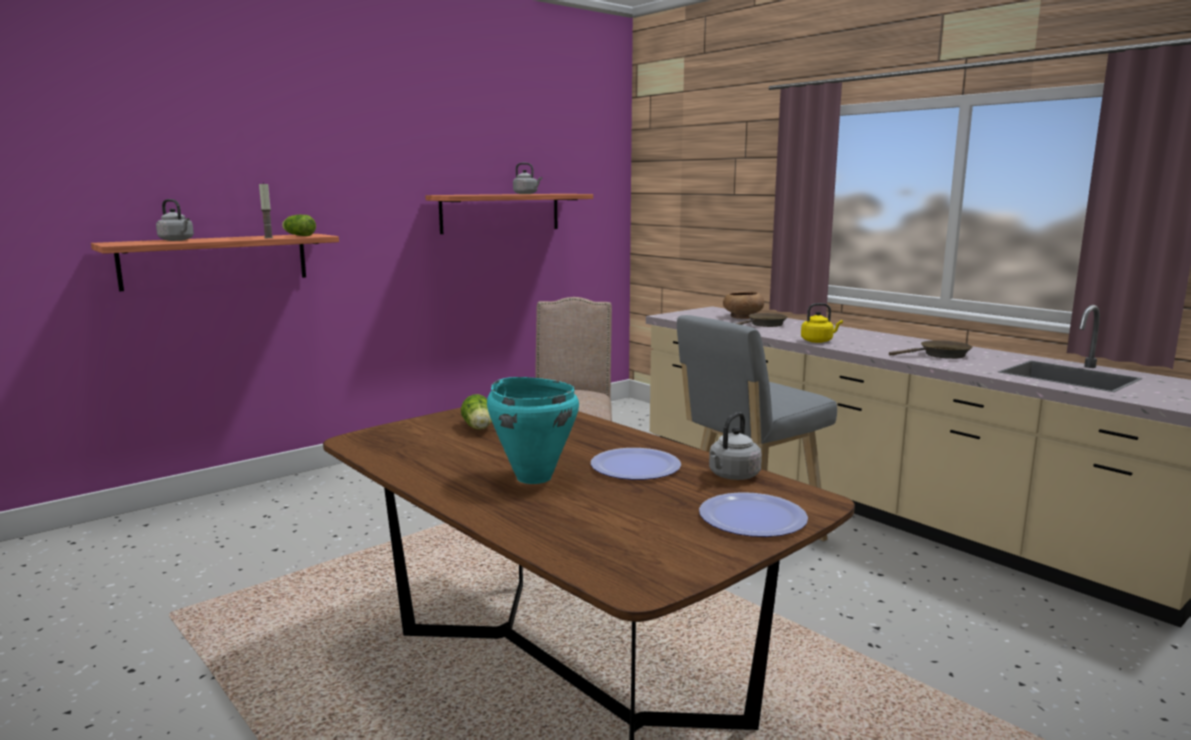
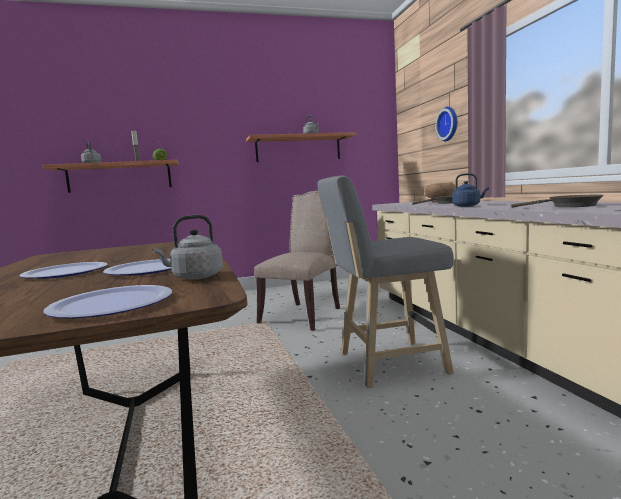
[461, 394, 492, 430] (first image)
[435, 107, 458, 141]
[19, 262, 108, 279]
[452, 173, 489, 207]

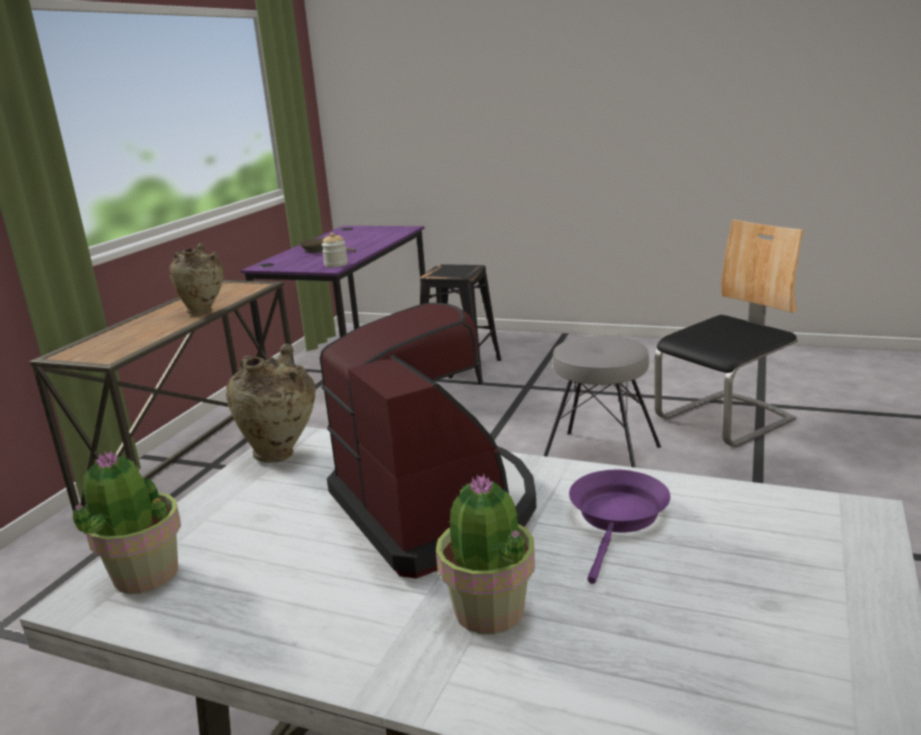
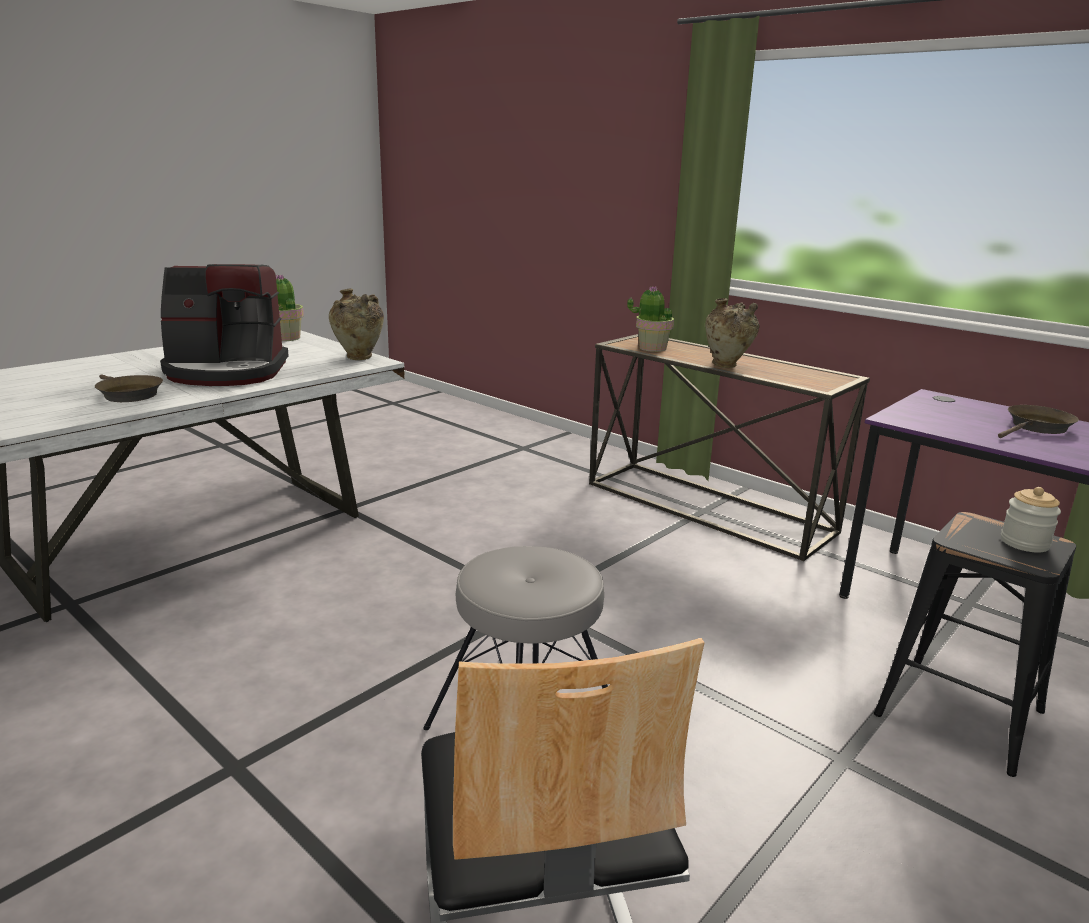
[1001, 487, 1061, 553]
[627, 286, 674, 352]
[95, 375, 163, 402]

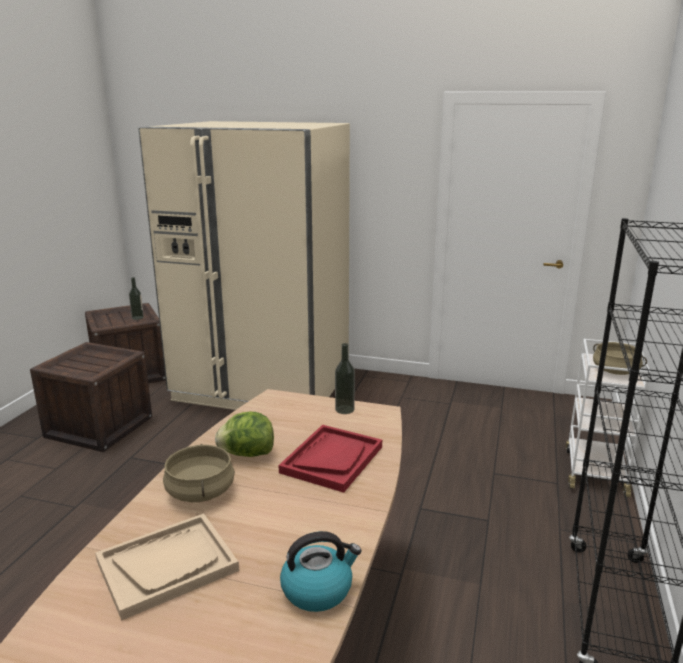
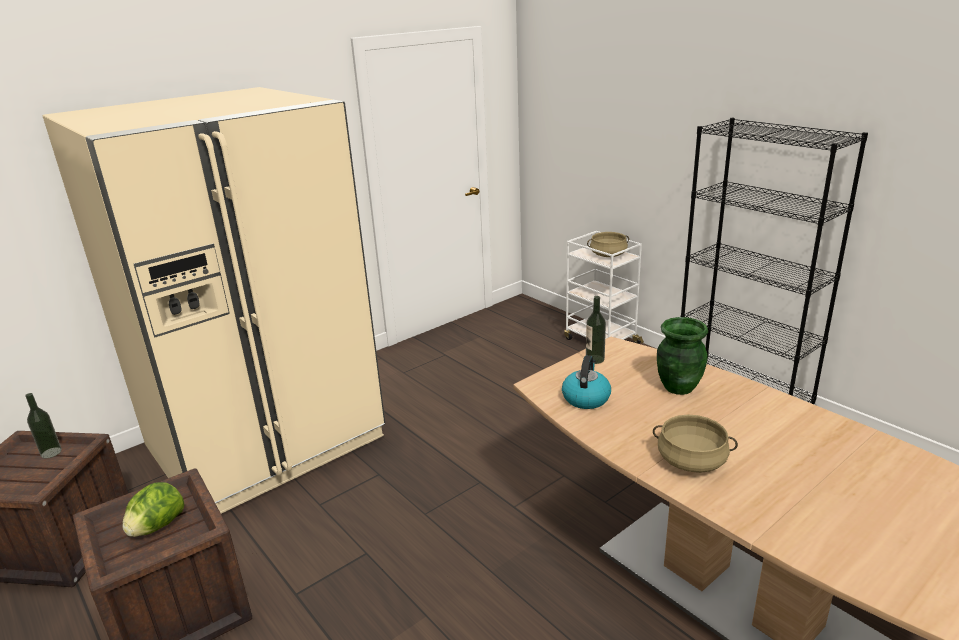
[95, 513, 239, 621] (first image)
[122, 482, 184, 537]
[562, 355, 611, 409]
[657, 317, 708, 395]

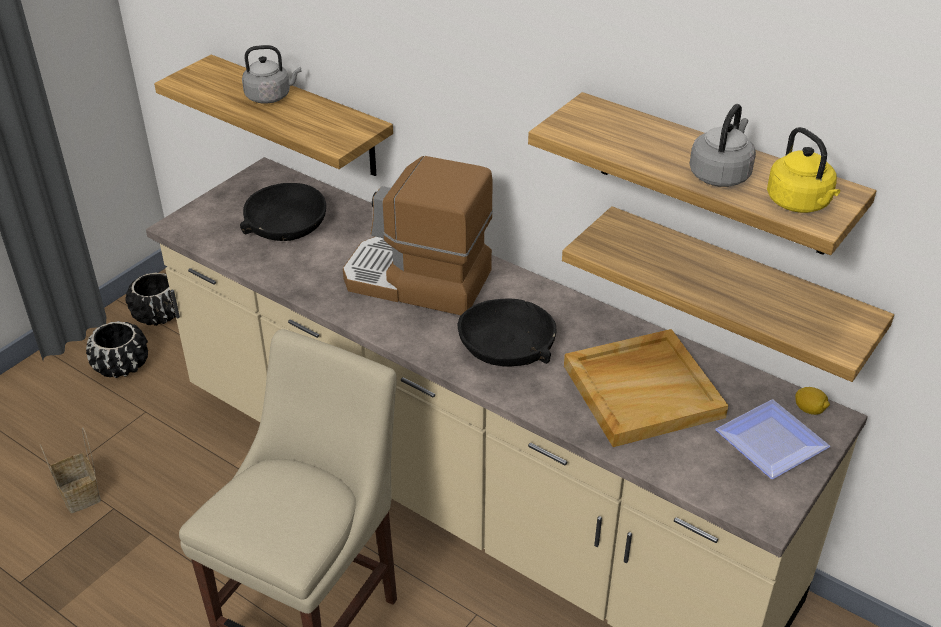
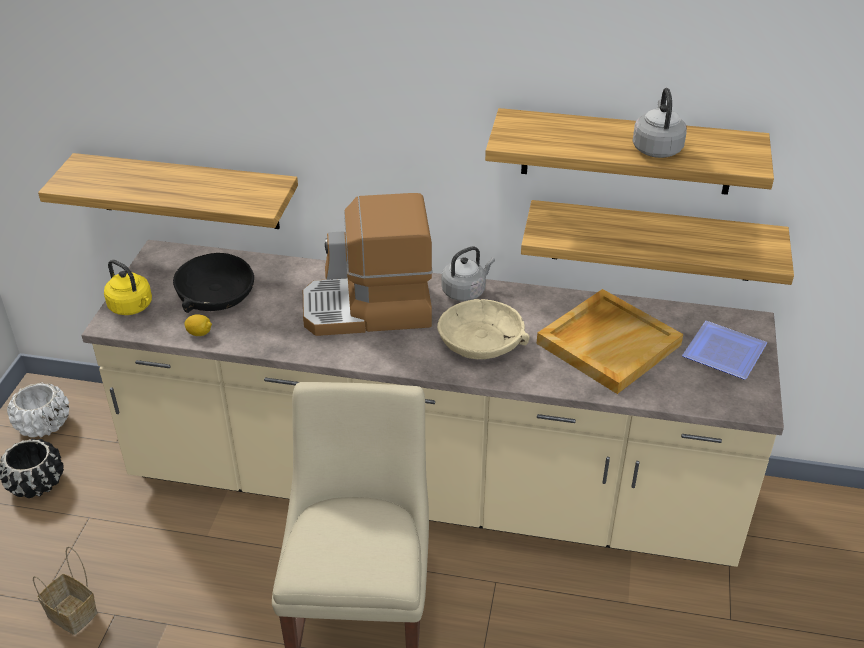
[442, 246, 495, 301]
[104, 260, 152, 315]
[184, 314, 212, 336]
[7, 383, 69, 437]
[437, 299, 530, 359]

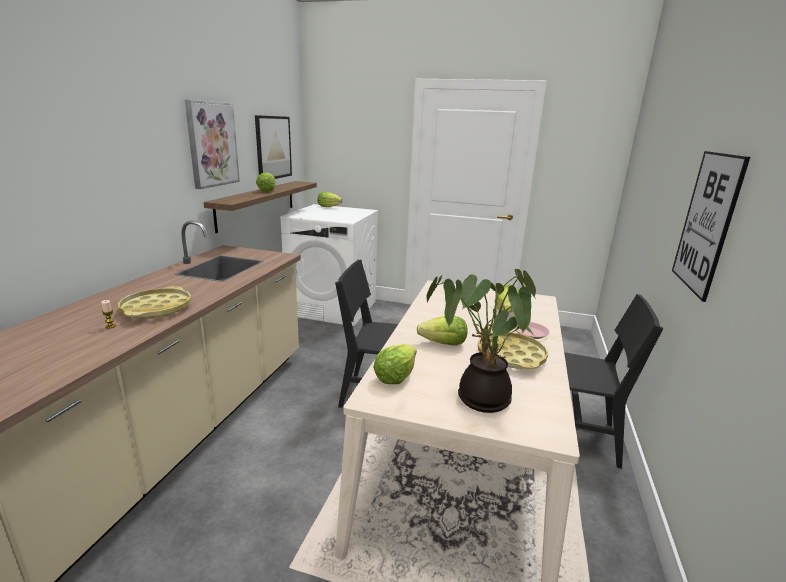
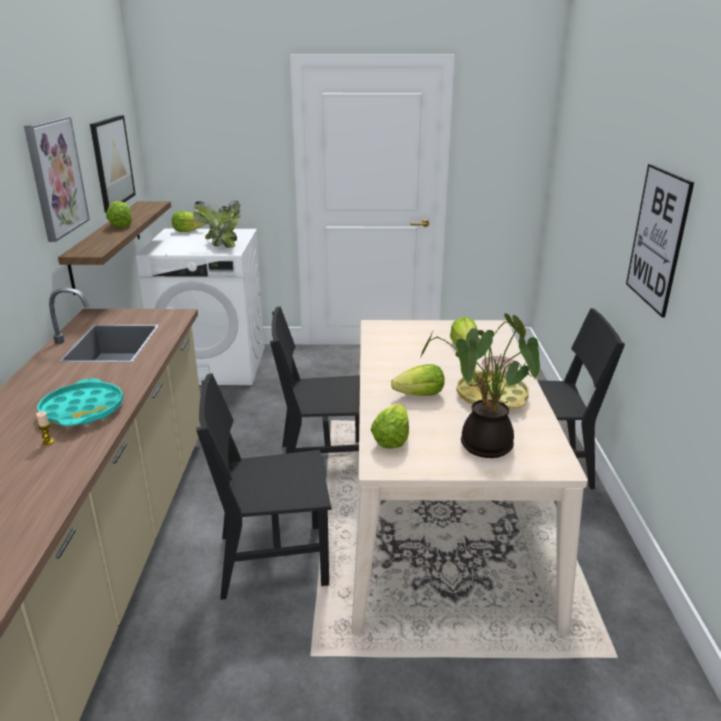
[193, 201, 241, 248]
[196, 373, 331, 600]
[37, 378, 123, 426]

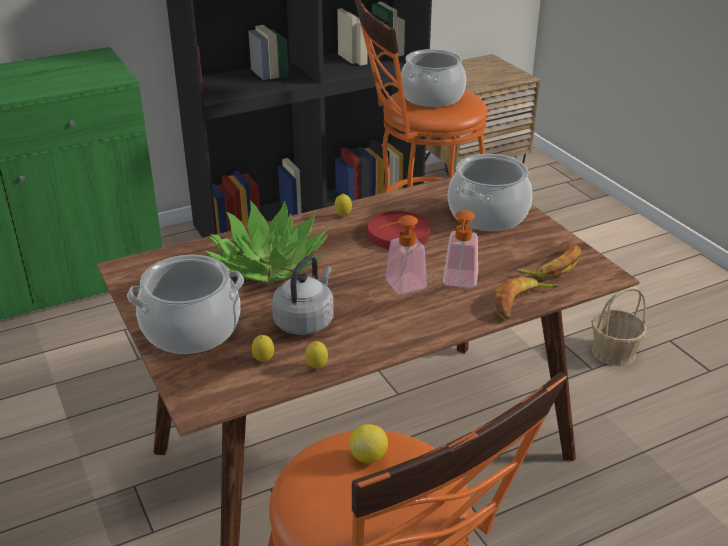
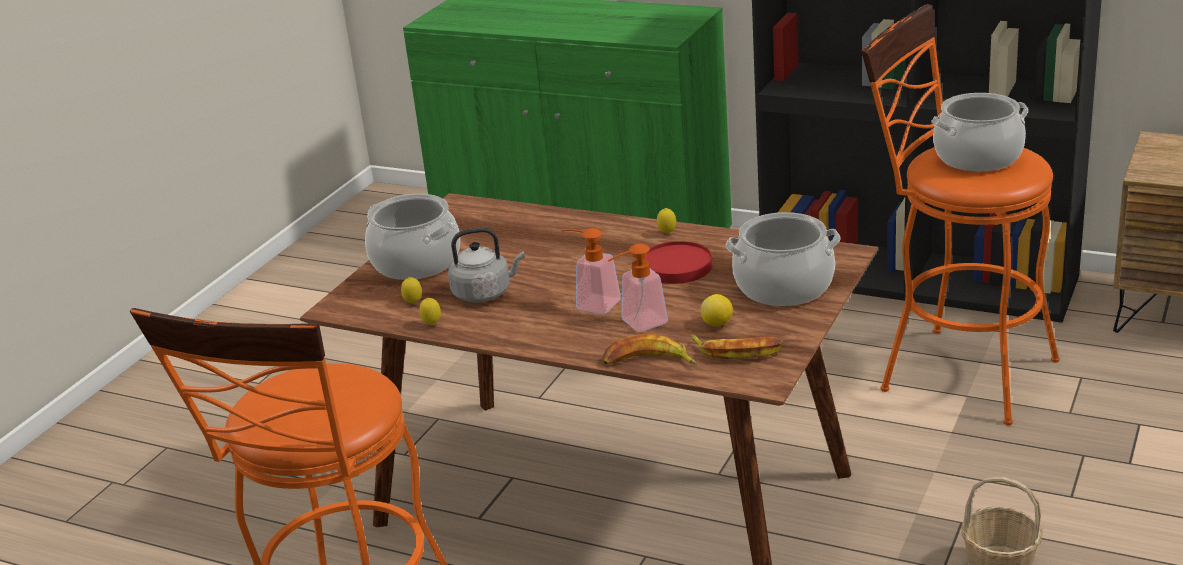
[203, 200, 329, 282] (first image)
[701, 294, 733, 326]

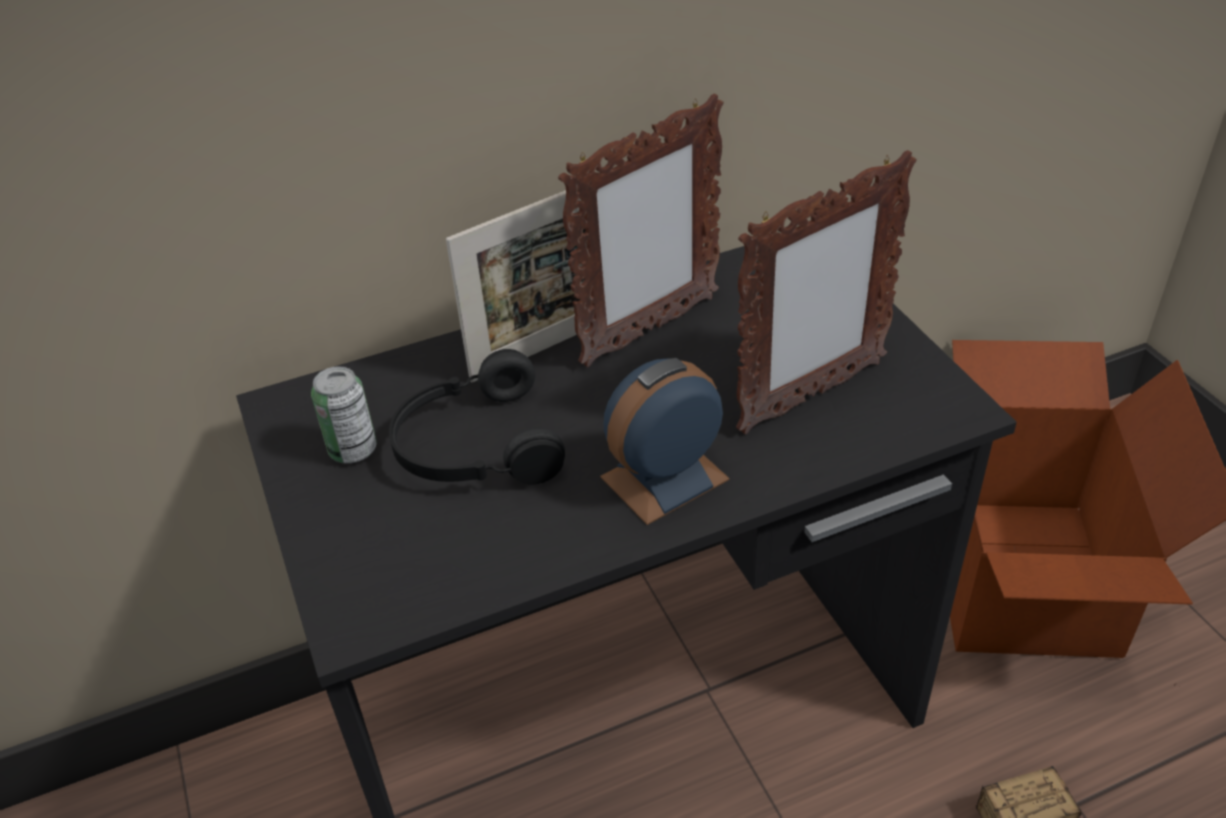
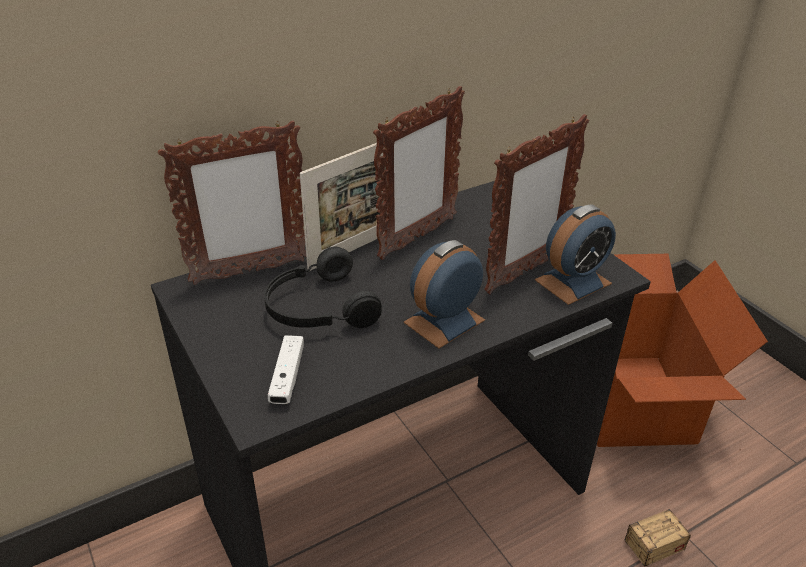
[311, 366, 377, 463] (first image)
[158, 120, 306, 285]
[268, 335, 304, 404]
[535, 205, 616, 305]

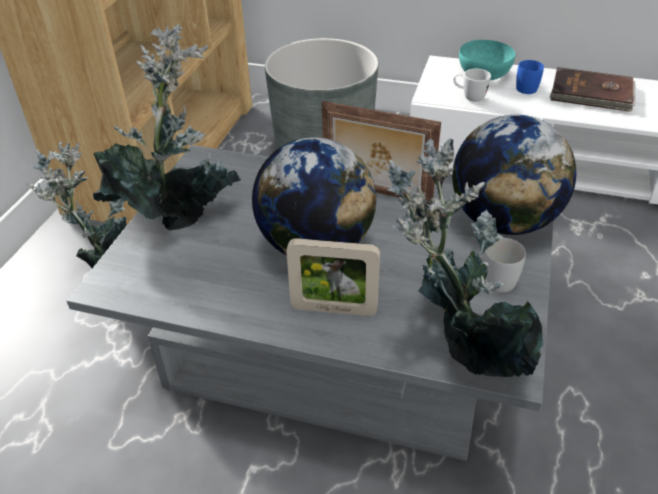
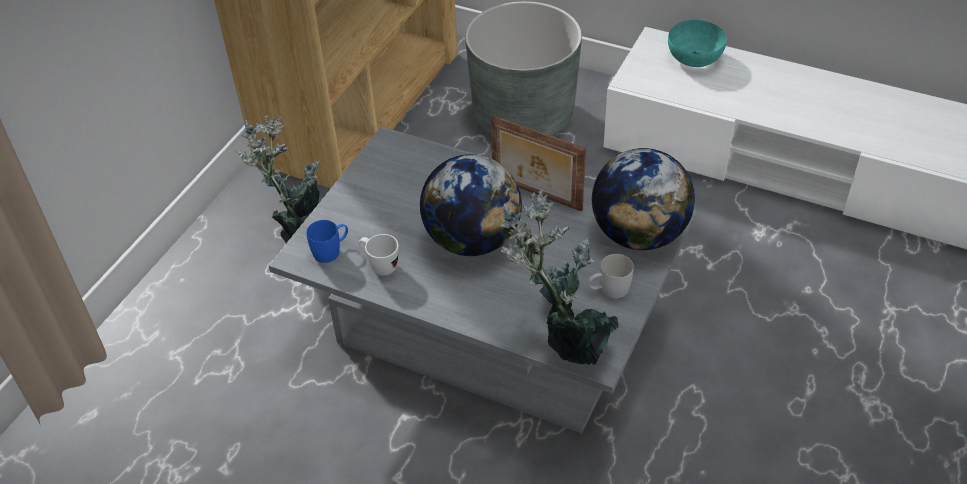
[93, 24, 241, 231] (first image)
[286, 238, 380, 316] (first image)
[550, 67, 636, 112] (first image)
[359, 234, 399, 275]
[306, 220, 348, 263]

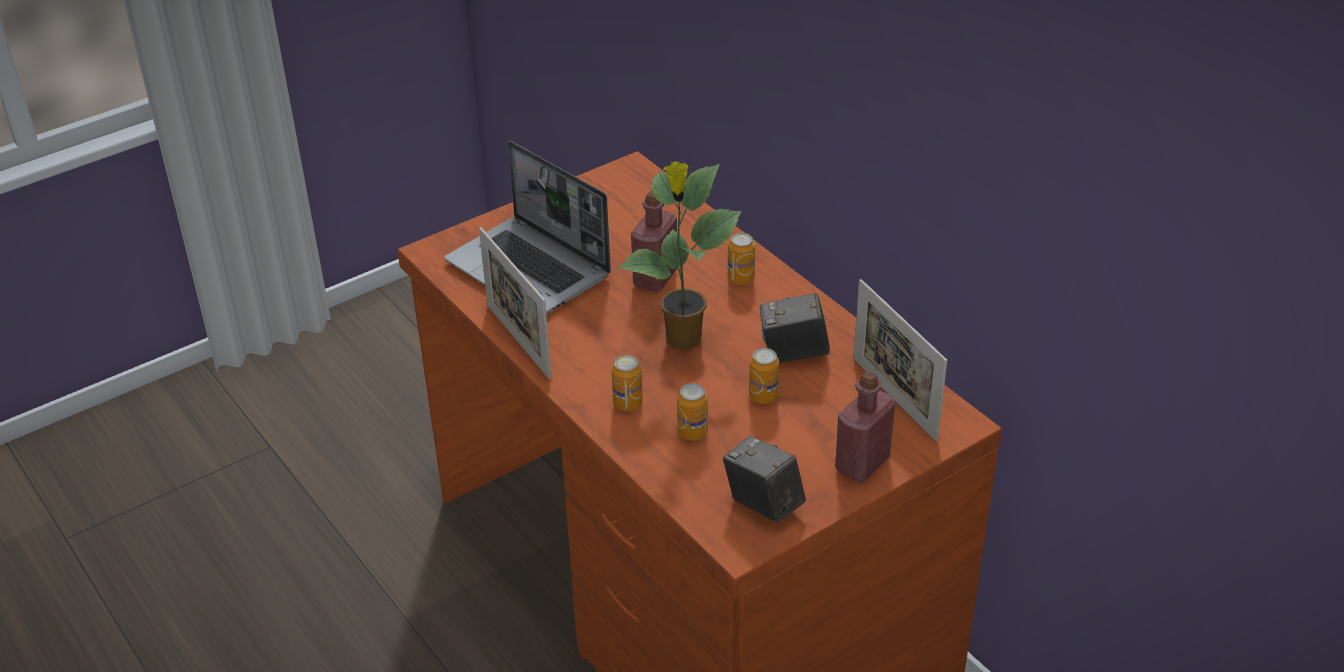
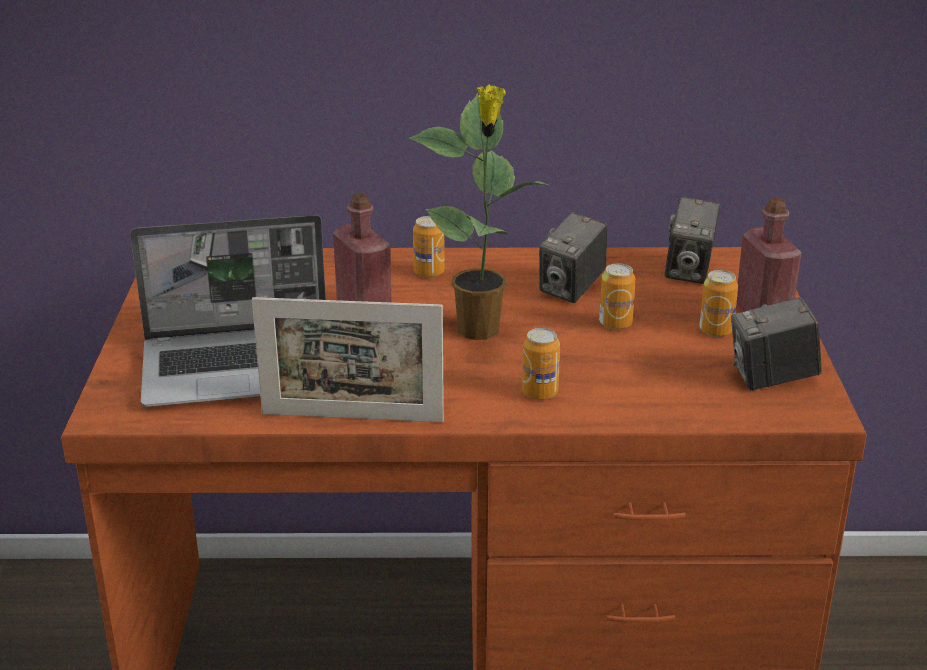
[699, 270, 738, 337]
[665, 197, 720, 284]

